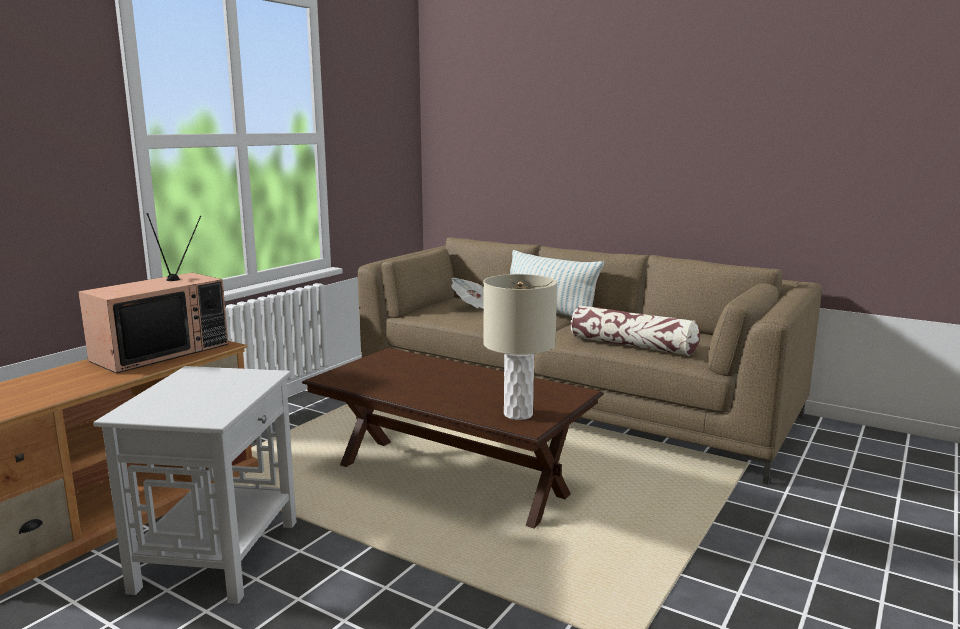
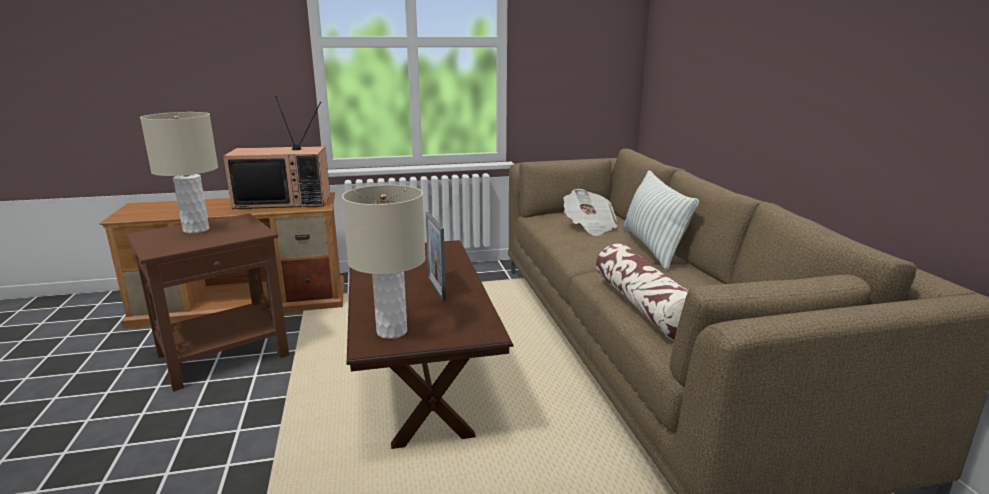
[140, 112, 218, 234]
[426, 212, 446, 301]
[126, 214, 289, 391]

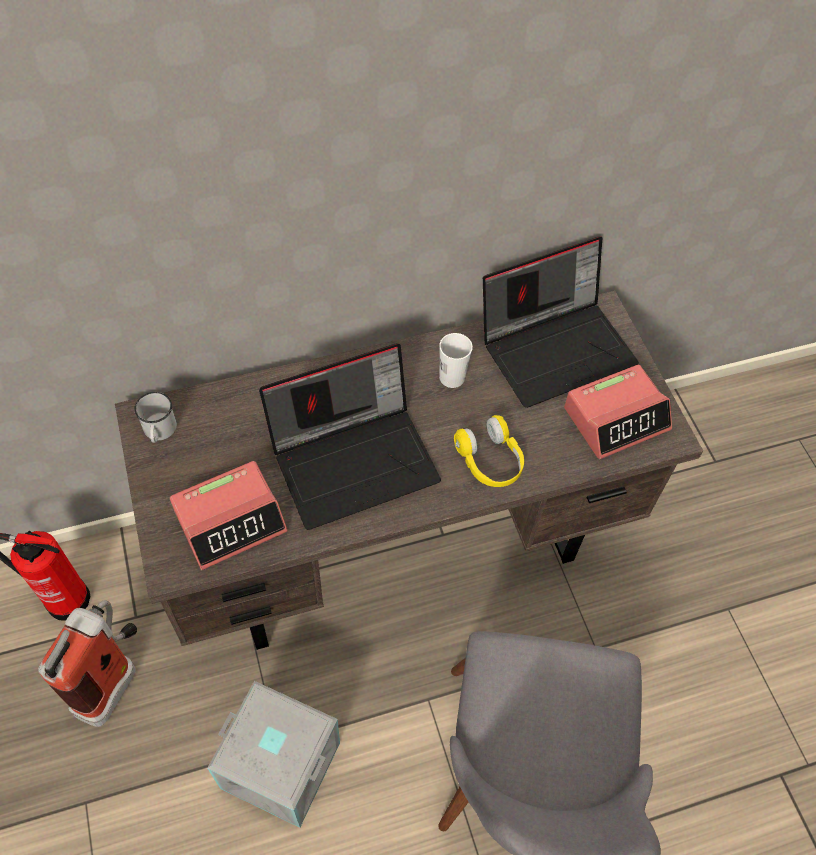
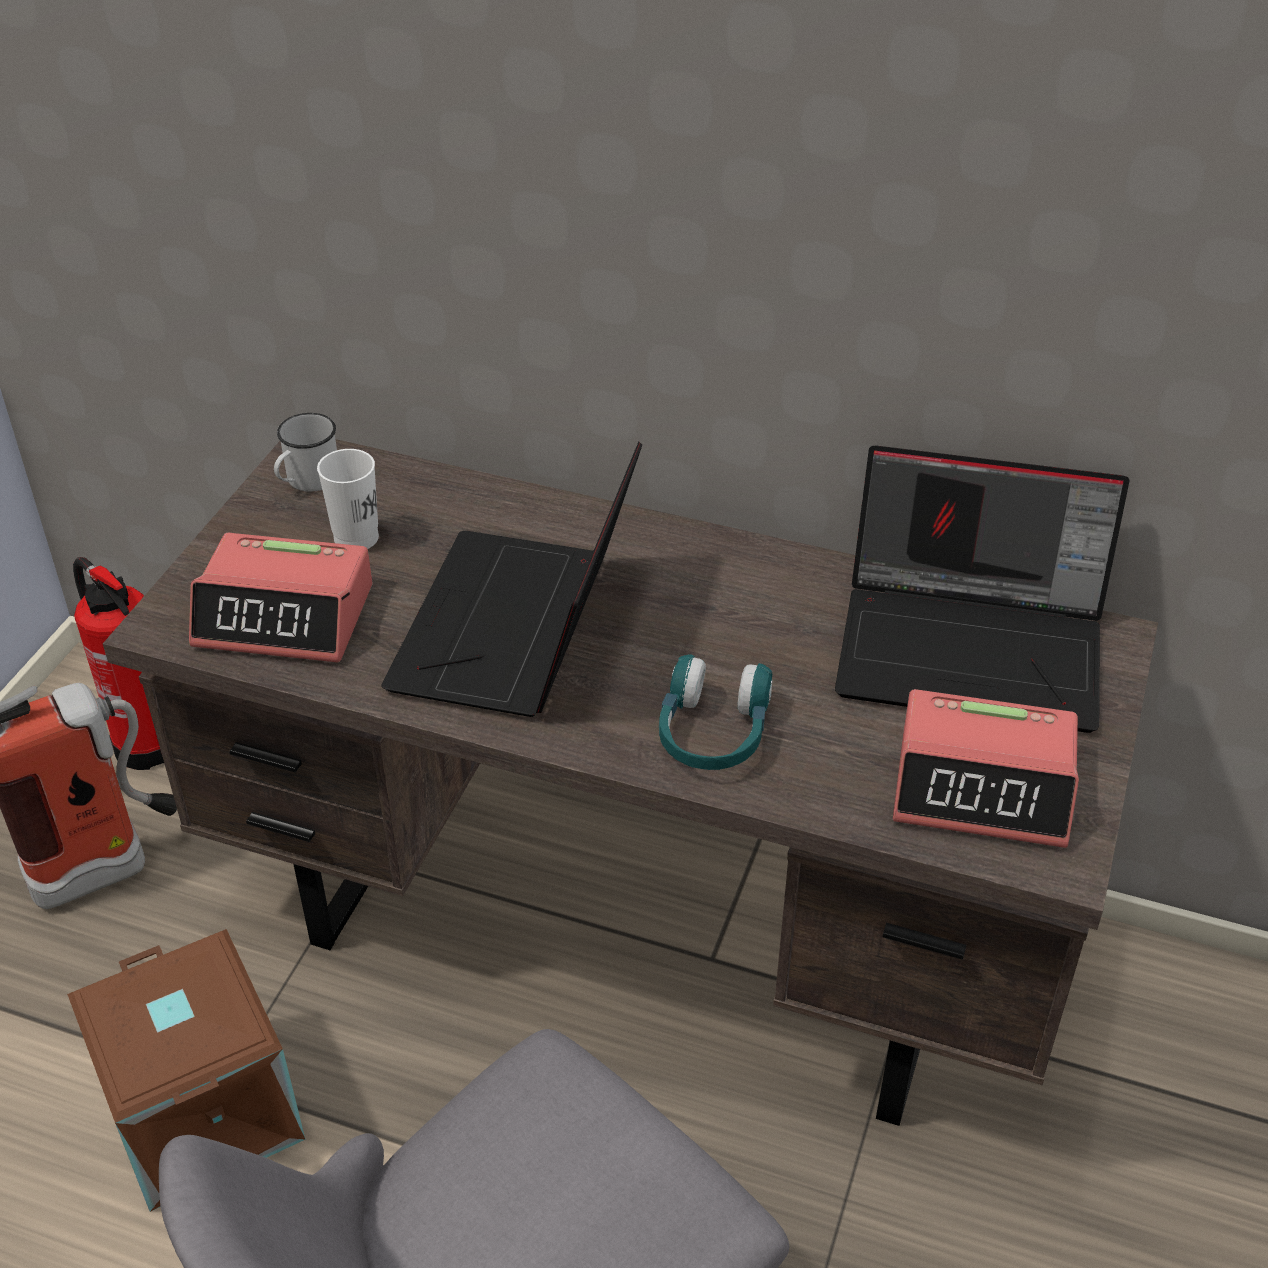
[317, 449, 379, 549]
[67, 929, 305, 1212]
[659, 654, 772, 770]
[381, 441, 642, 717]

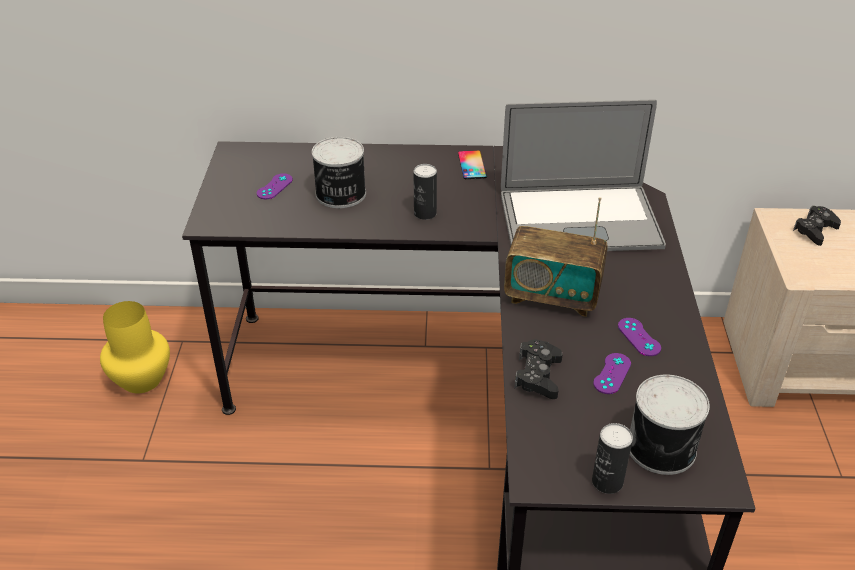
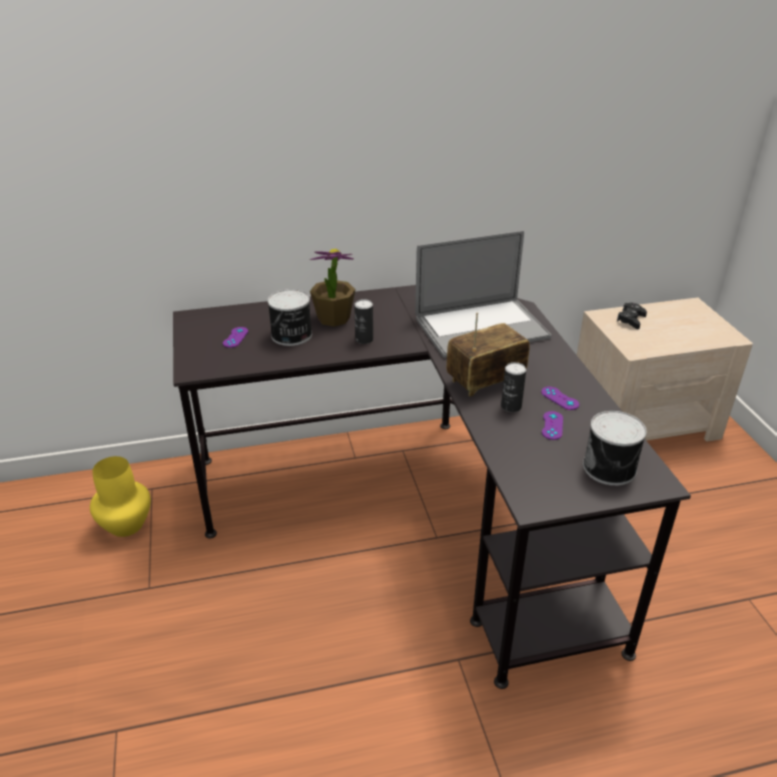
[458, 150, 487, 179] (first image)
[514, 340, 563, 399] (first image)
[310, 249, 355, 327]
[501, 362, 526, 412]
[447, 312, 530, 397]

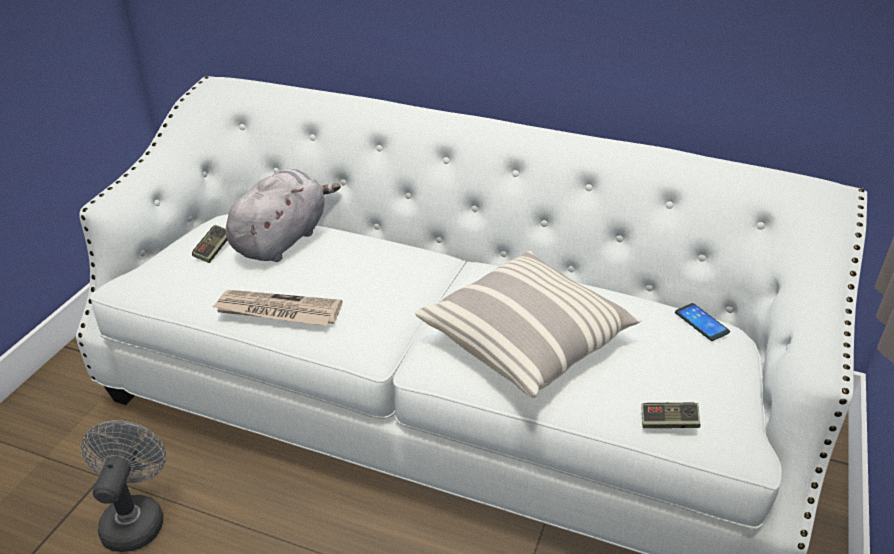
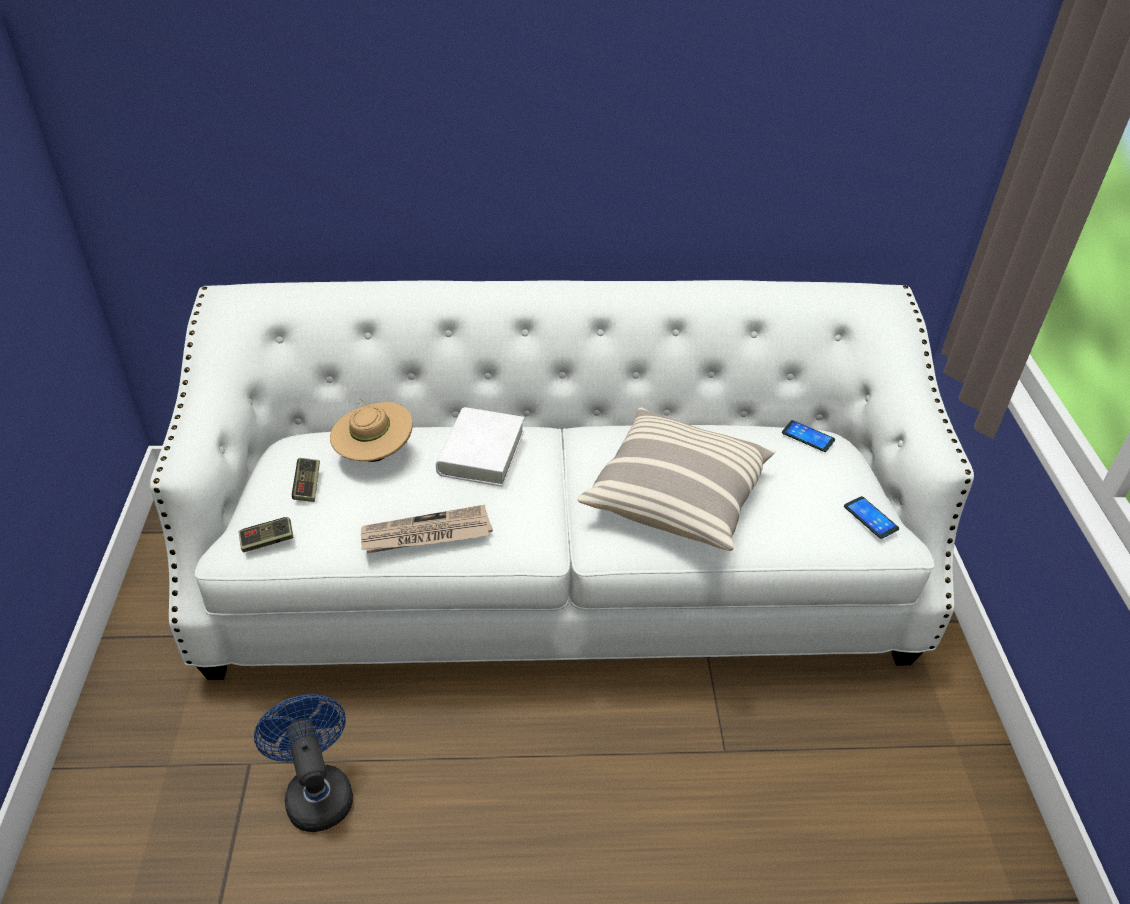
[436, 407, 524, 487]
[844, 496, 899, 539]
[239, 517, 293, 552]
[330, 399, 413, 462]
[254, 695, 353, 832]

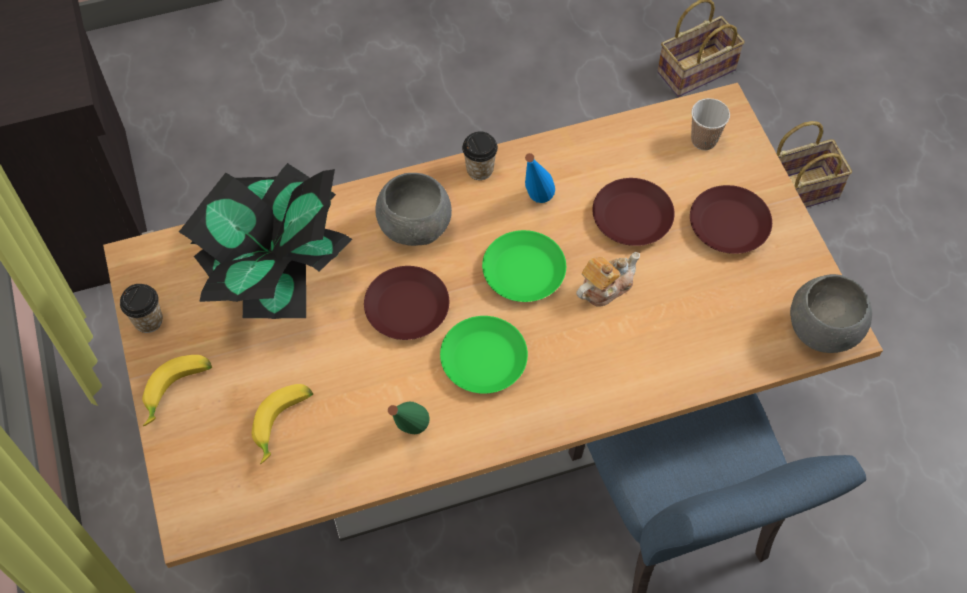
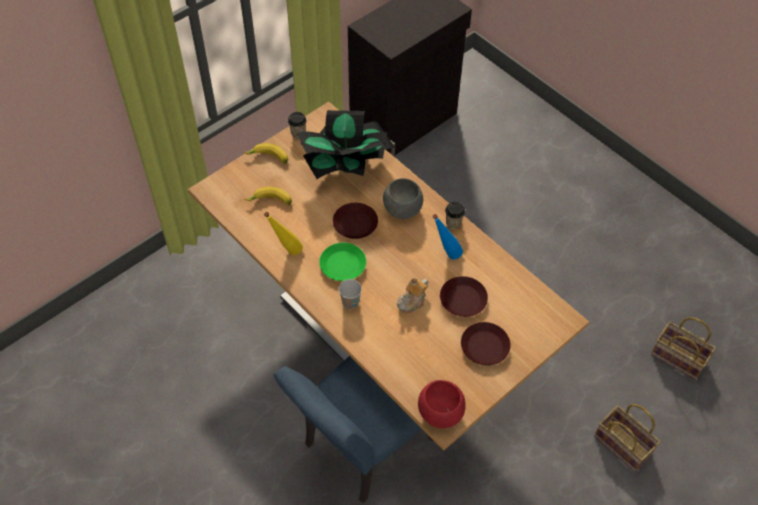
[482, 230, 566, 302] (first image)
[338, 279, 362, 310]
[264, 212, 303, 255]
[418, 380, 466, 428]
[396, 278, 428, 313]

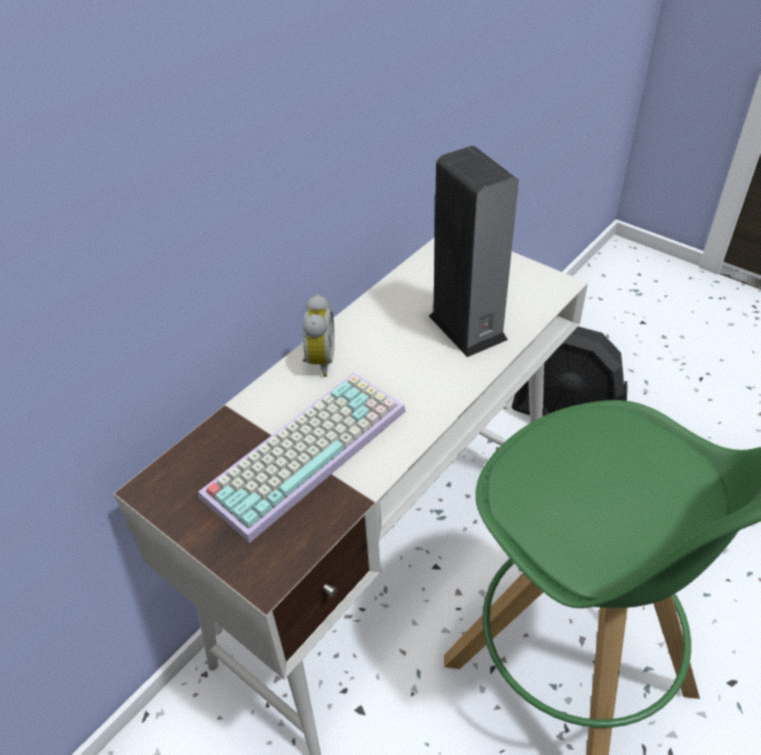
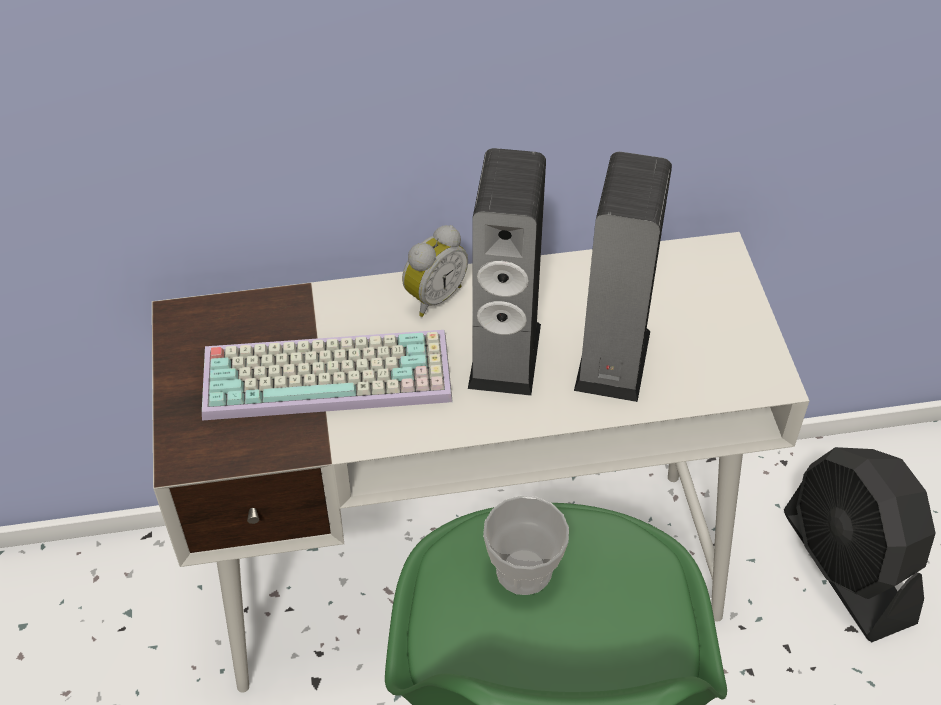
[468, 148, 546, 396]
[483, 496, 569, 595]

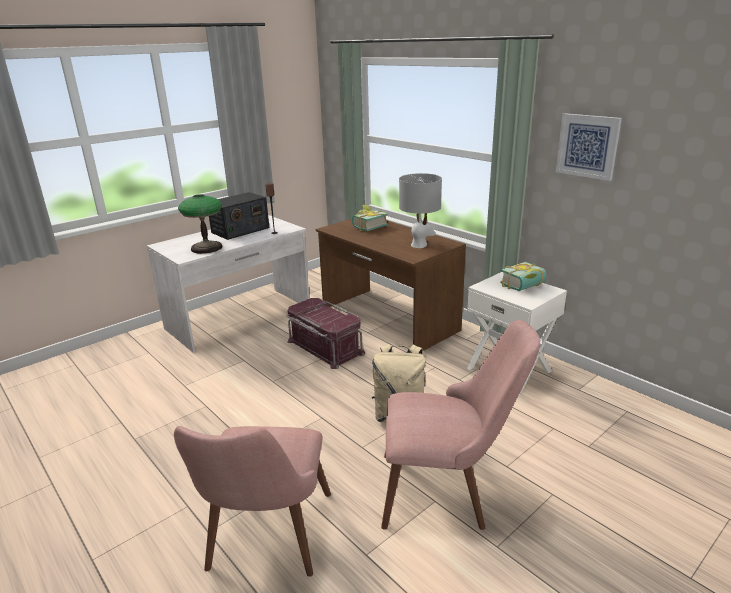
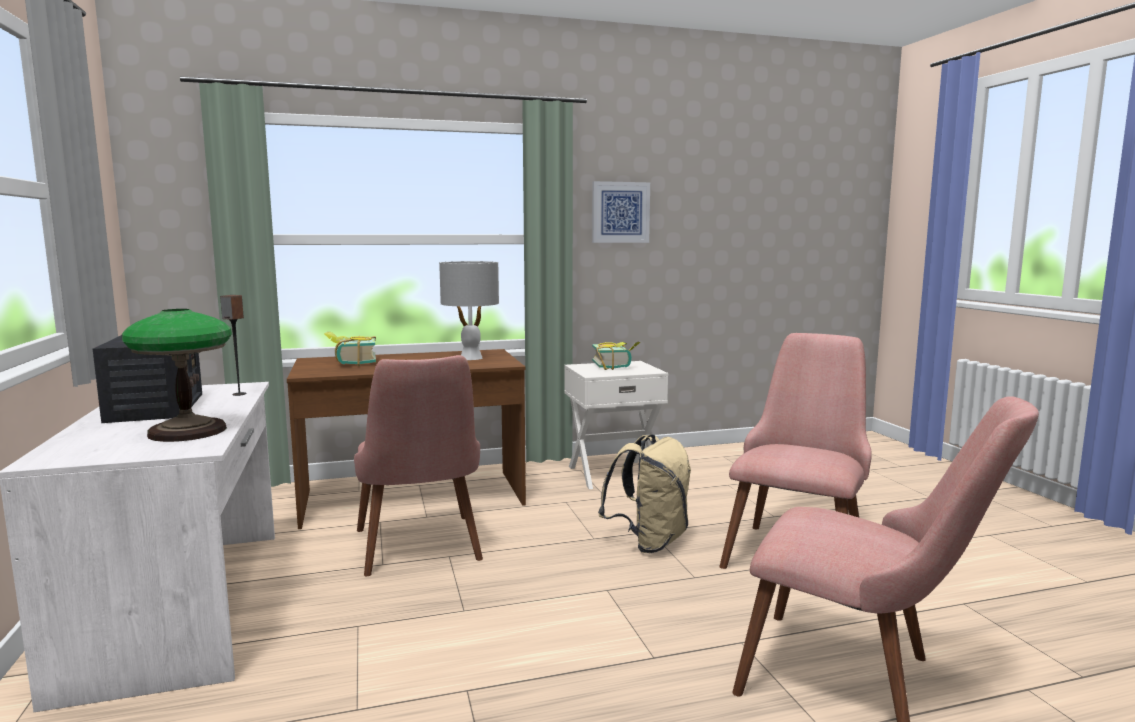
[354, 355, 483, 576]

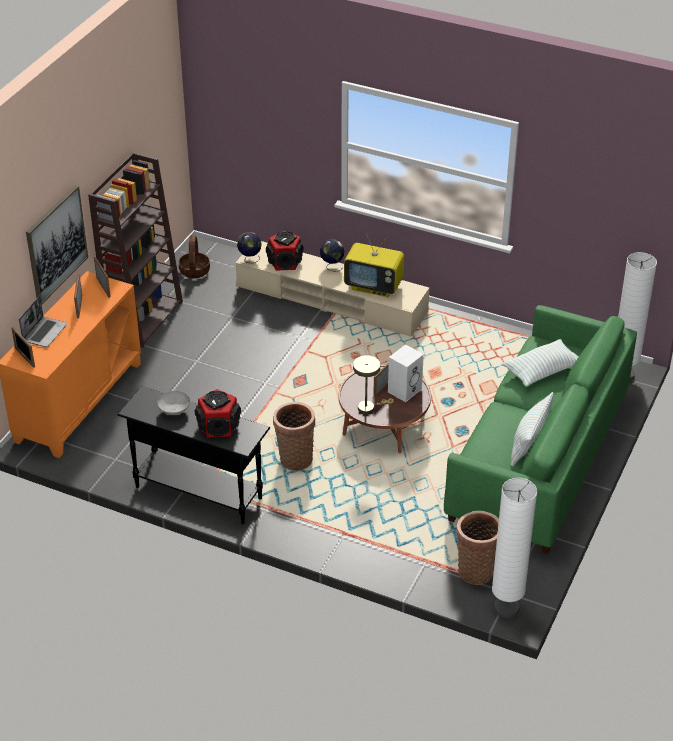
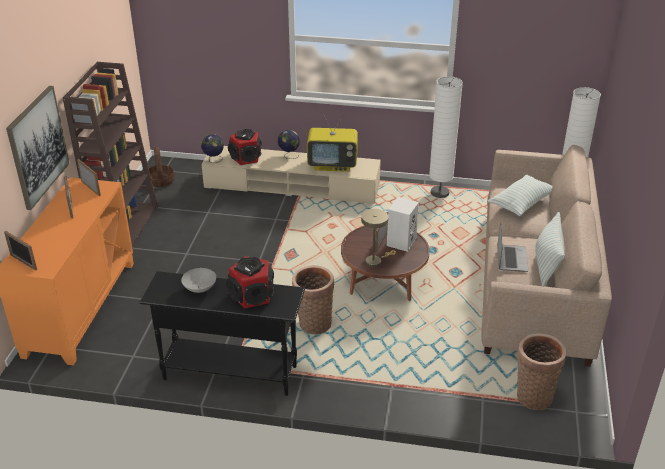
[497, 224, 528, 272]
[429, 76, 463, 198]
[481, 145, 612, 367]

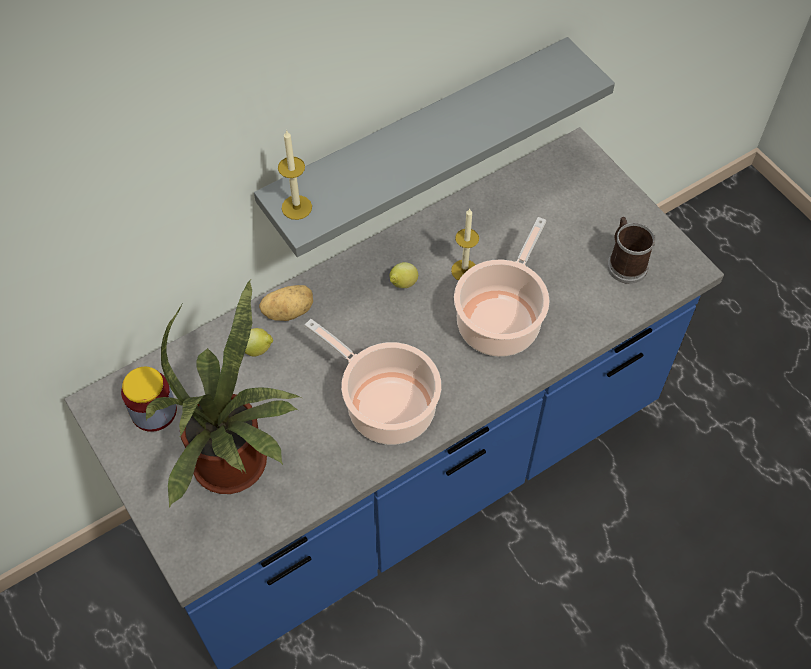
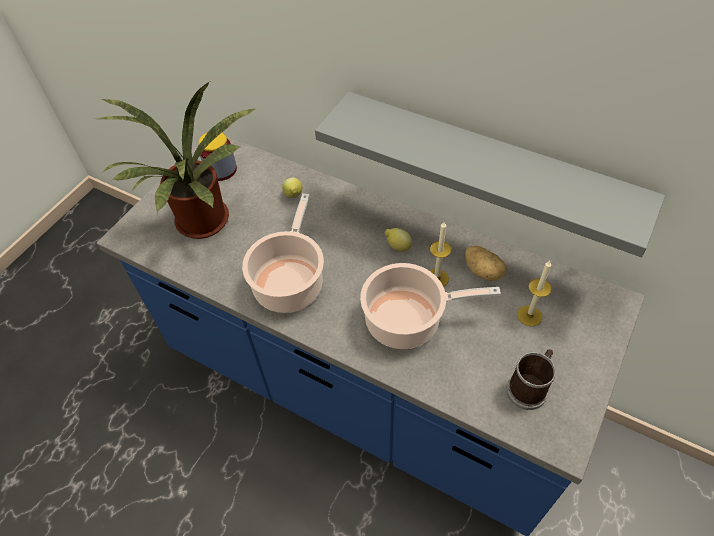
[465, 246, 507, 281]
[517, 261, 551, 326]

